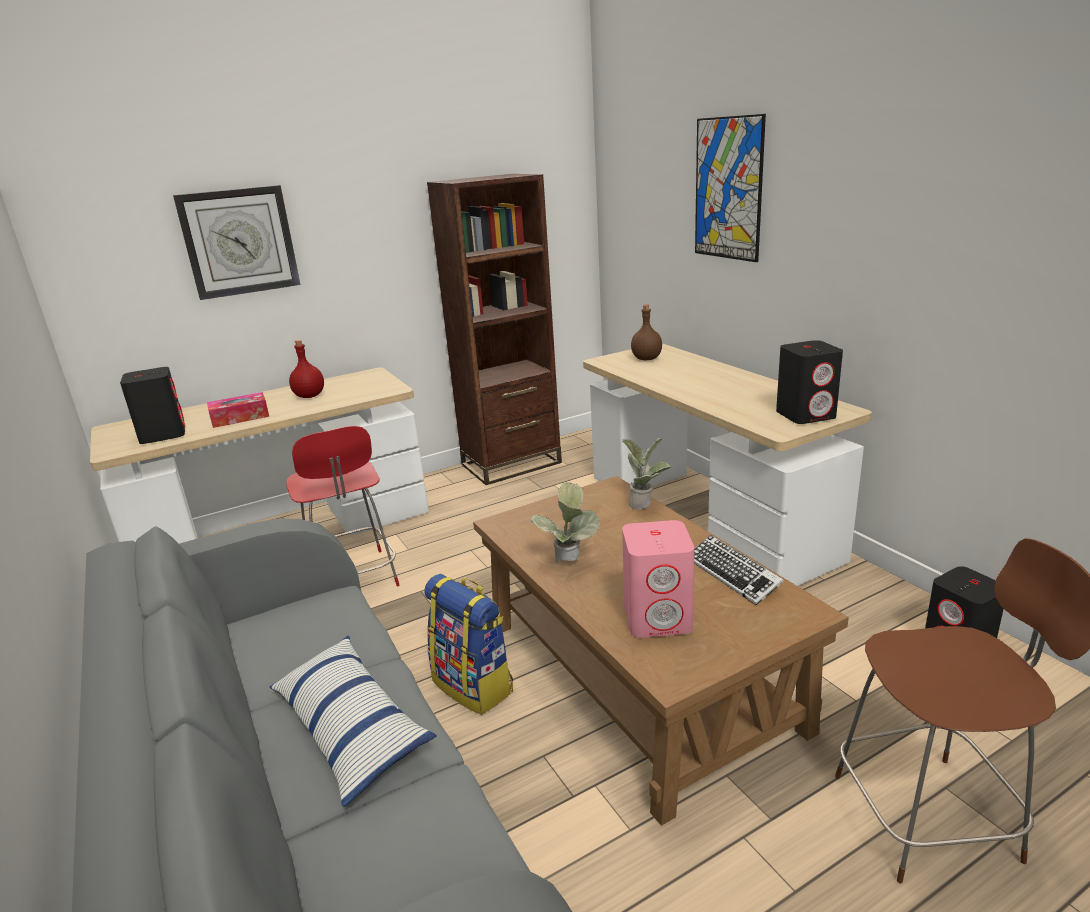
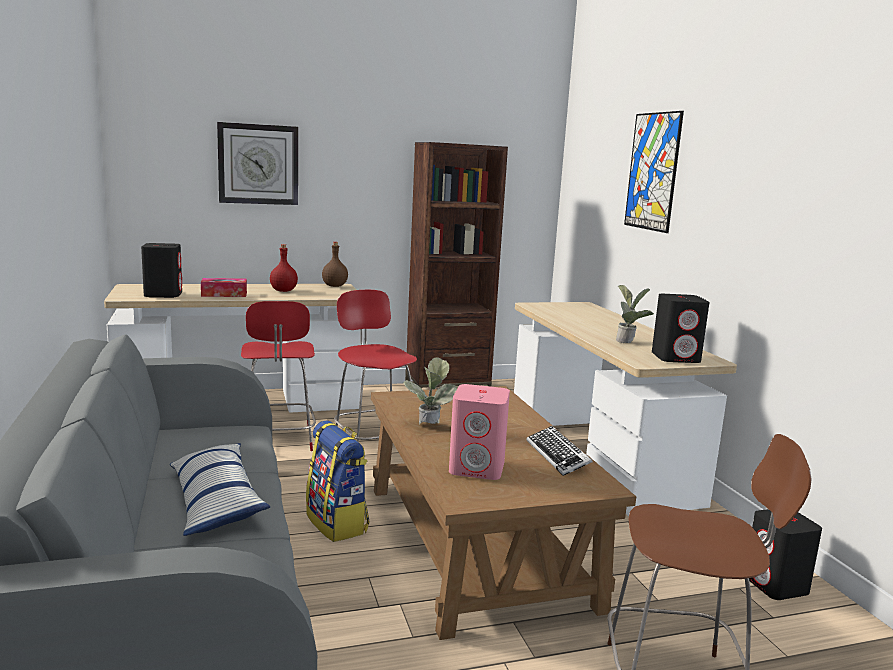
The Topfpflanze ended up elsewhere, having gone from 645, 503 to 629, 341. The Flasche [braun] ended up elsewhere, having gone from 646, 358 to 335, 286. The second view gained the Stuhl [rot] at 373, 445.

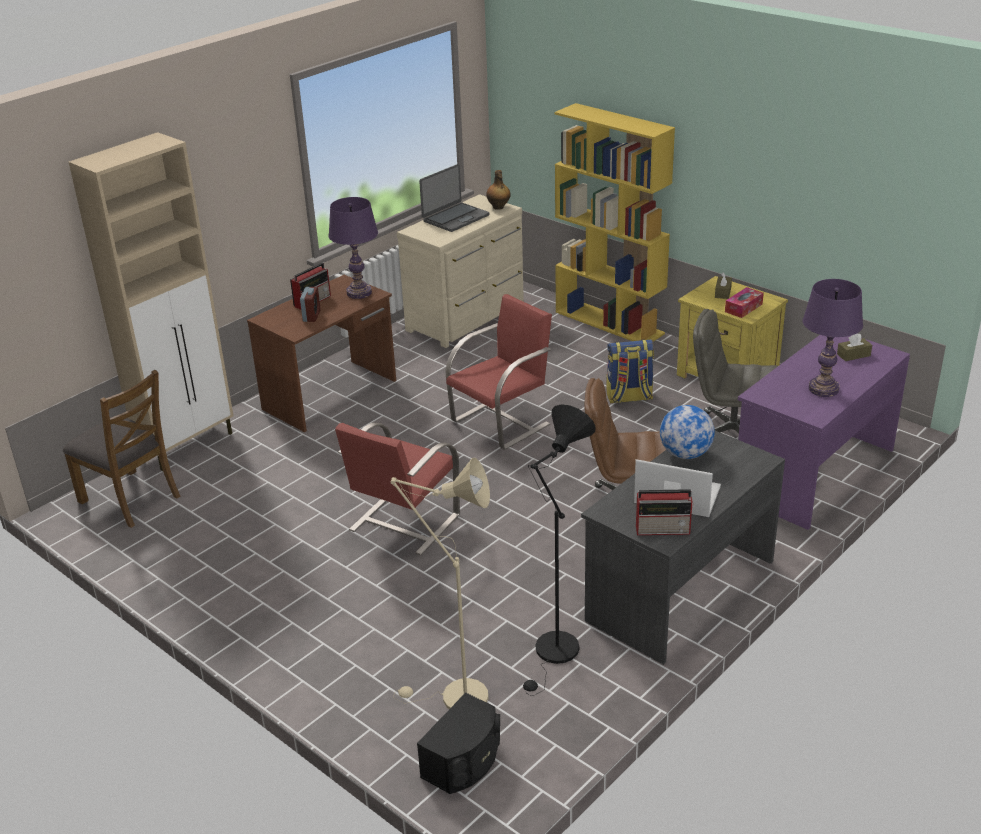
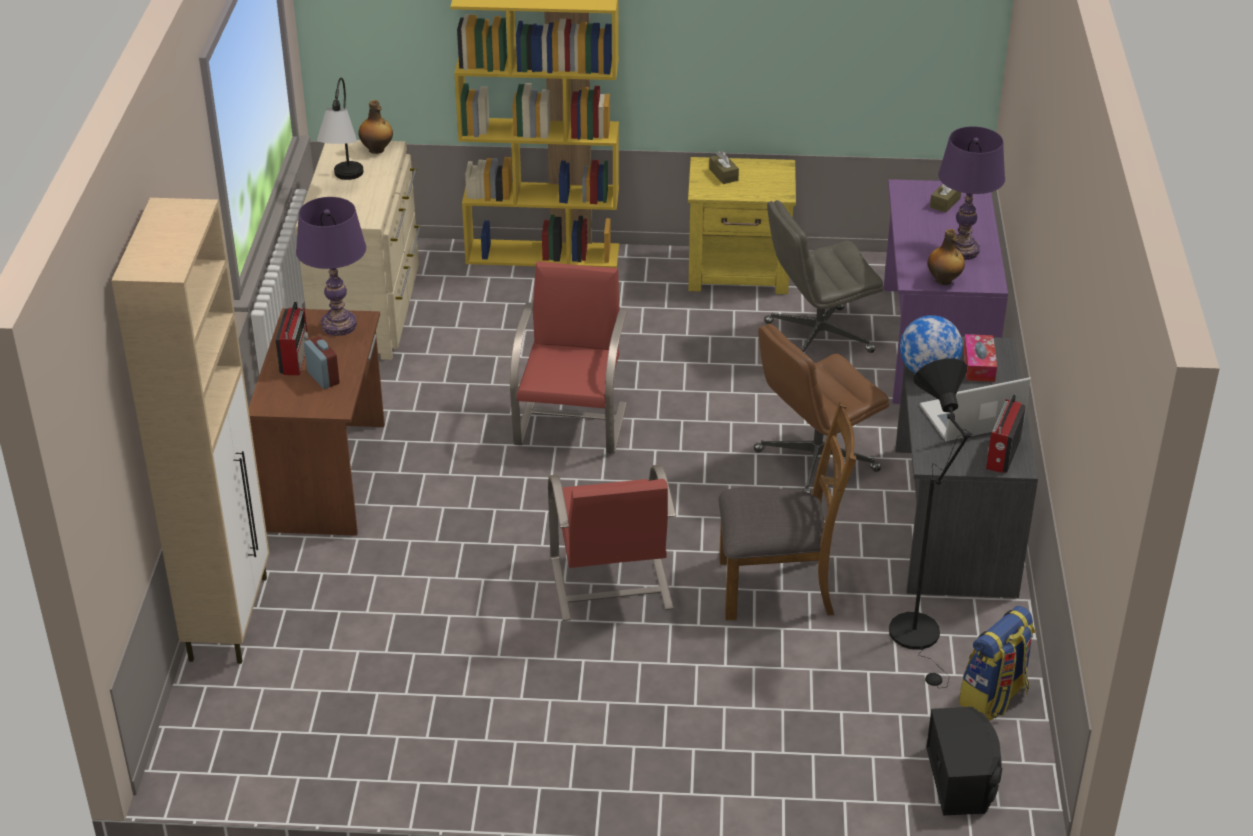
The Stuhl [braun] ended up elsewhere, having gone from 131, 498 to 777, 587. The second view lost the Stehlampe [beige] at 455, 697. Where the Laptop stood at 455, 218, the Tischlampe came to stand at 344, 182. The Rucksack ended up elsewhere, having gone from 629, 397 to 994, 698. The Radio at 664, 529 ended up facing another way, 150 degrees clockwise from before. The Taschentuchbox ended up elsewhere, having gone from 743, 308 to 979, 365. The second view gained the Flasche at 944, 280.

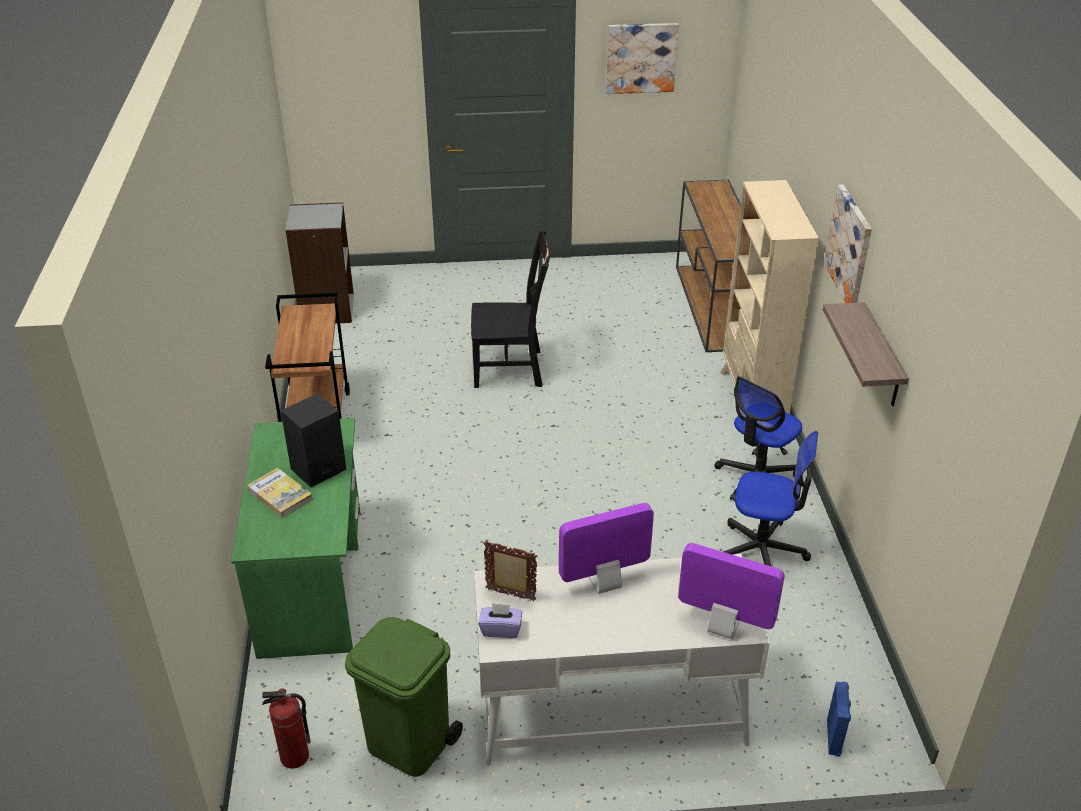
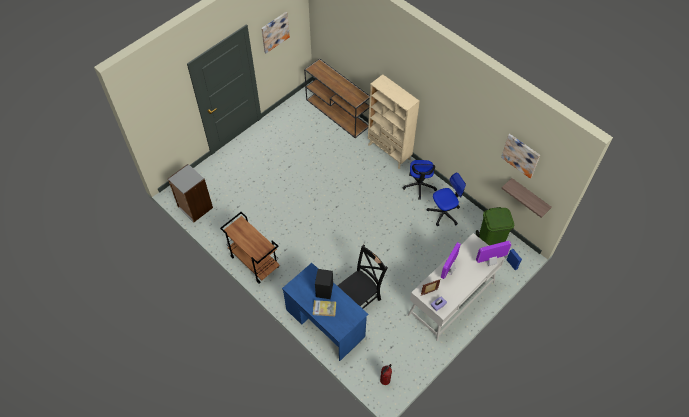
What was the Schreibtisch [grün] at 312, 581 turned into the Schreibtisch [blau] at 325, 323. The Mülleimer [grün] ended up elsewhere, having gone from 410, 744 to 490, 241. The Stuhl [schwarz] ended up elsewhere, having gone from 511, 369 to 360, 298. The Wandregal ended up elsewhere, having gone from 881, 357 to 529, 196. The Bild ended up elsewhere, having gone from 850, 247 to 521, 155.

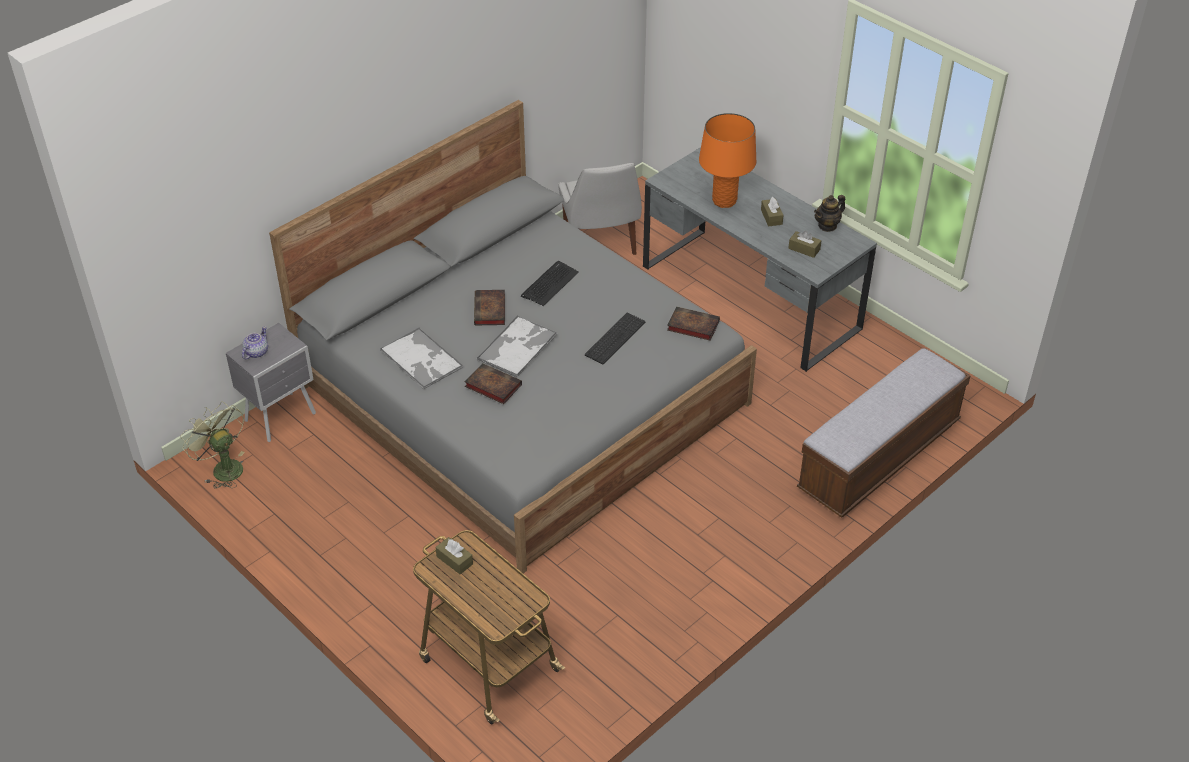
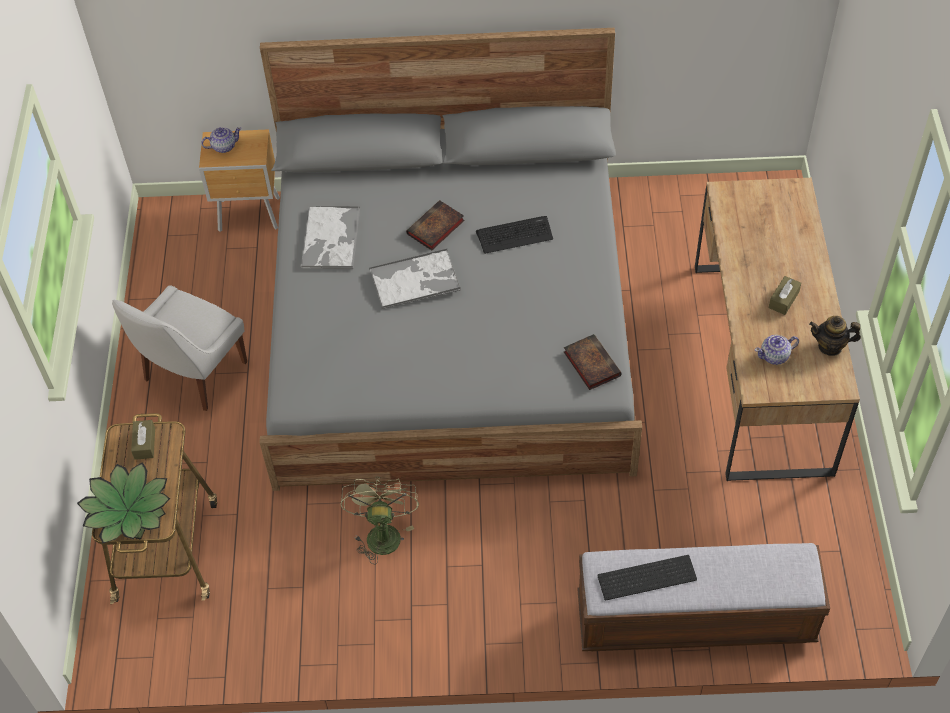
The Ventilator [grün] ended up elsewhere, having gone from 222, 468 to 382, 532. What was the Nachttisch [grau] at 282, 417 turned into the Nachttisch [braun] at 251, 215. The second view lost the Buch at 491, 386. The Stuhl [weiß] ended up elsewhere, having gone from 600, 244 to 193, 374. The Tastatur ended up elsewhere, having gone from 614, 337 to 647, 576. What was the Schreibtisch [grau] at 749, 297 turned into the Schreibtisch [braun] at 760, 366. The second view lost the Tischlampe [orange] at 724, 201. Where the Taschentuchbox [braun] stood at 804, 249, the Teekanne came to stand at 775, 356. The second view gained the Topfpflanze at 128, 510.

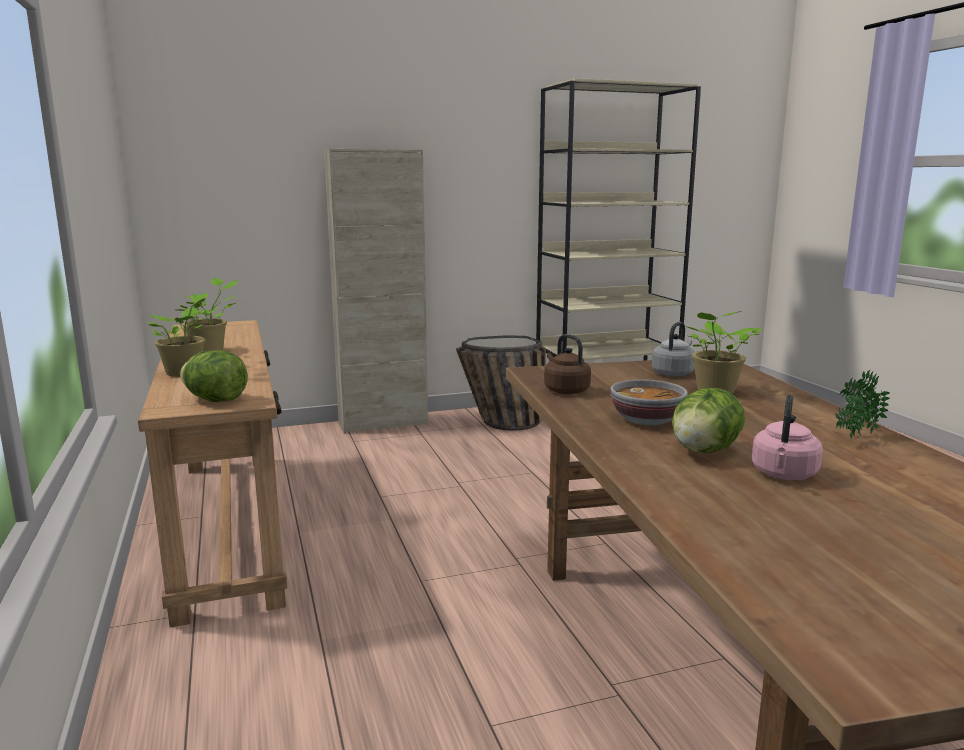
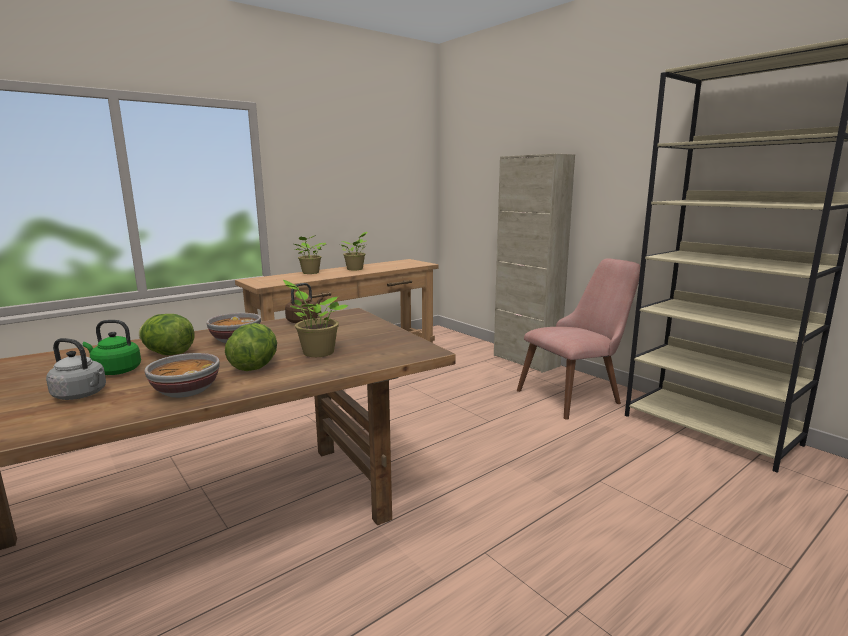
The Salatkopf ended up elsewhere, having gone from 215, 400 to 255, 366. Where the Korb stood at 500, 424, the Stuhl [rosa] came to stand at 577, 394. The Wasserkessel [grau] ended up elsewhere, having gone from 673, 373 to 82, 395. What was the Wasserkessel [rosa] at 783, 475 turned into the Wasserkessel [grün] at 115, 371. Where the Topfpflanze stood at 853, 438, the Schüssel came to stand at 185, 391.

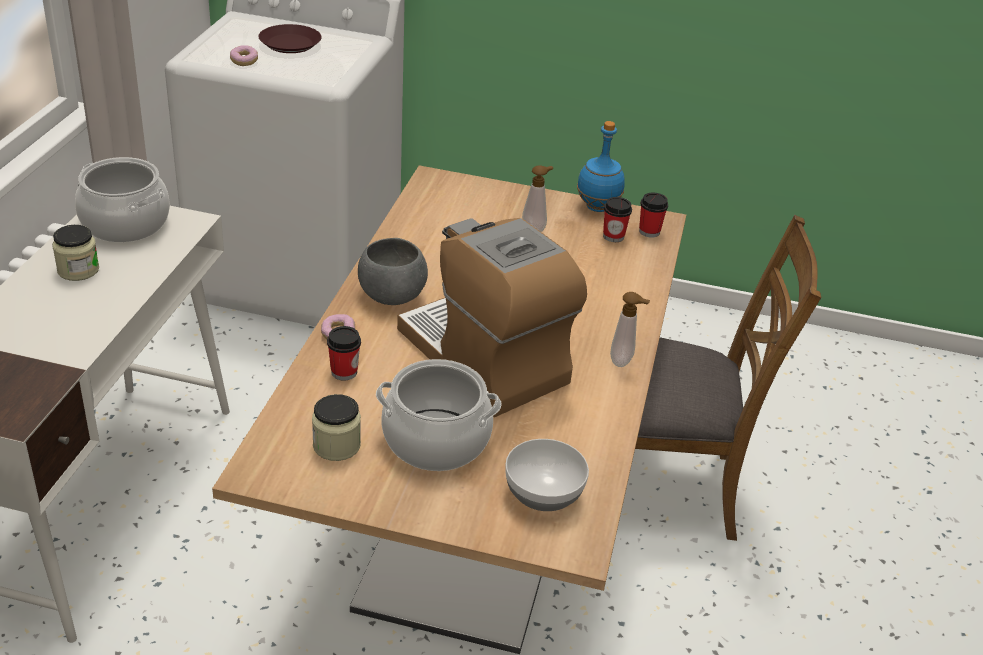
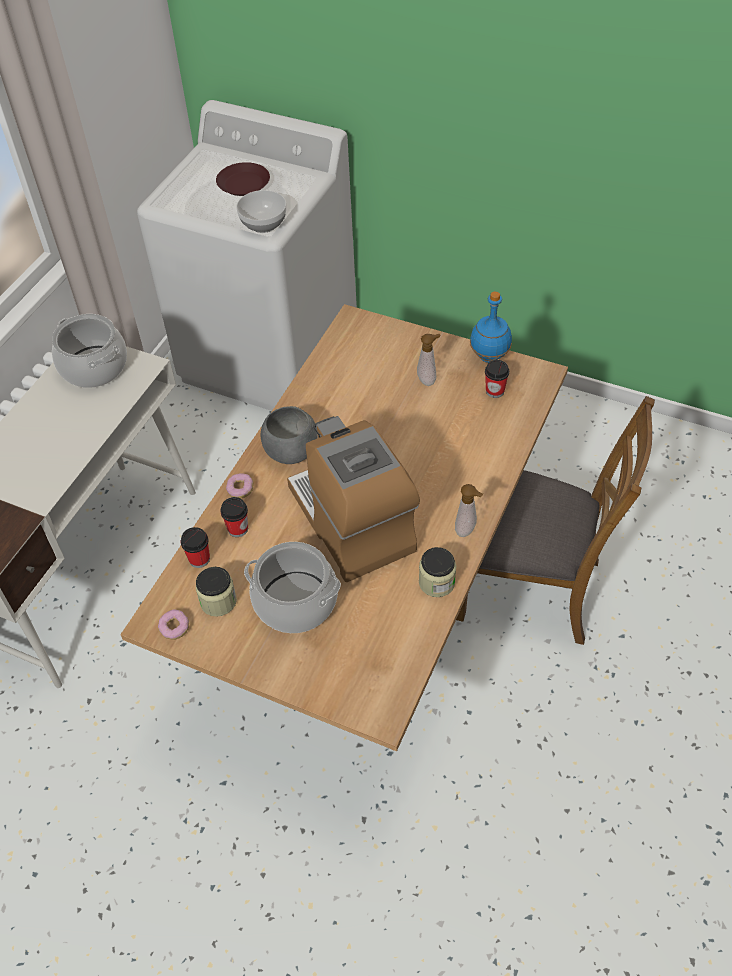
The Vorratsglas ended up elsewhere, having gone from 78, 270 to 436, 582. The Donut ended up elsewhere, having gone from 244, 61 to 174, 628. The Schüssel ended up elsewhere, having gone from 542, 494 to 263, 223. The Tasse ended up elsewhere, having gone from 649, 231 to 199, 559.

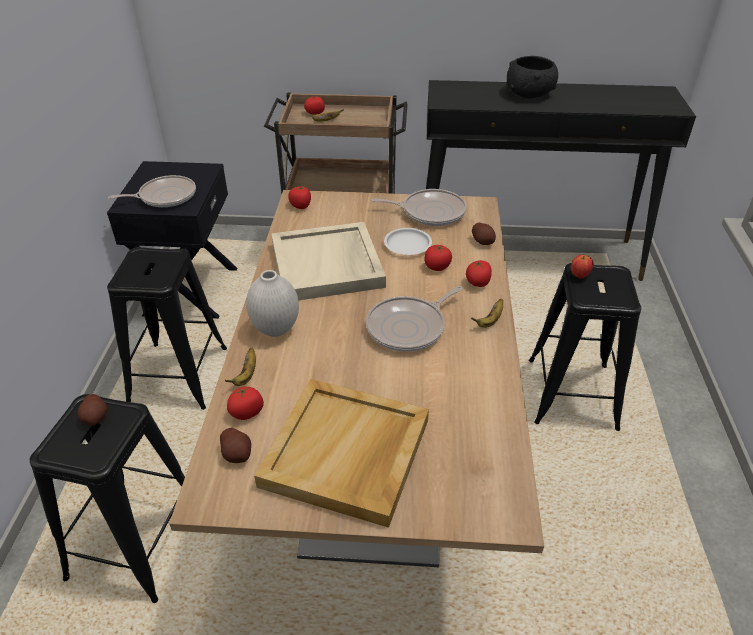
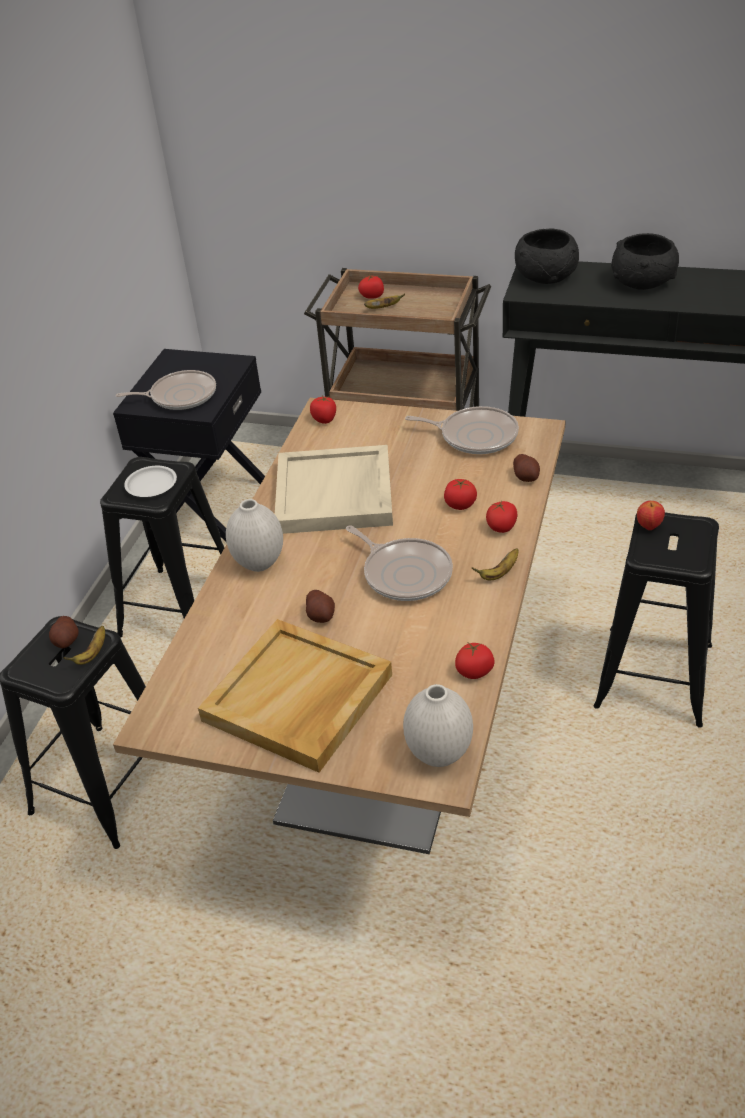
The Kartoffel ended up elsewhere, having gone from 237, 454 to 321, 615. The Banane ended up elsewhere, having gone from 246, 375 to 92, 654. The Tomate ended up elsewhere, having gone from 247, 412 to 474, 671. The Pfanne at 409, 327 ended up facing another way, 105 degrees counterclockwise from before. The Teller [weiß] ended up elsewhere, having gone from 408, 245 to 152, 485. The second view gained the Vase [weiß] at 438, 754. The second view gained the Schüssel [schwarz] at 546, 276.

